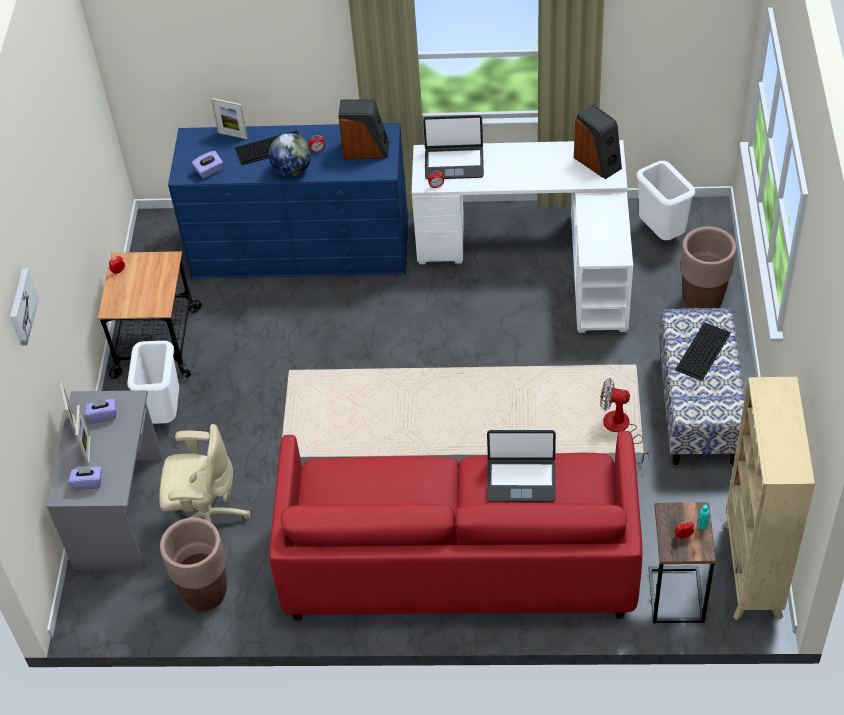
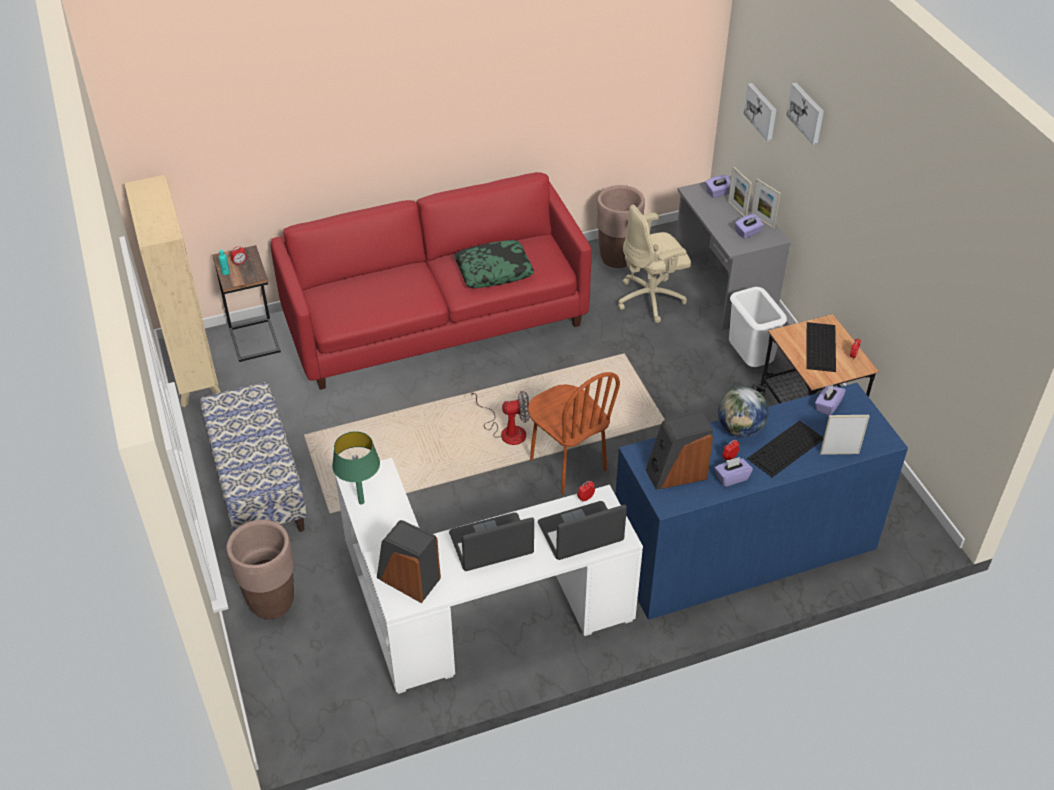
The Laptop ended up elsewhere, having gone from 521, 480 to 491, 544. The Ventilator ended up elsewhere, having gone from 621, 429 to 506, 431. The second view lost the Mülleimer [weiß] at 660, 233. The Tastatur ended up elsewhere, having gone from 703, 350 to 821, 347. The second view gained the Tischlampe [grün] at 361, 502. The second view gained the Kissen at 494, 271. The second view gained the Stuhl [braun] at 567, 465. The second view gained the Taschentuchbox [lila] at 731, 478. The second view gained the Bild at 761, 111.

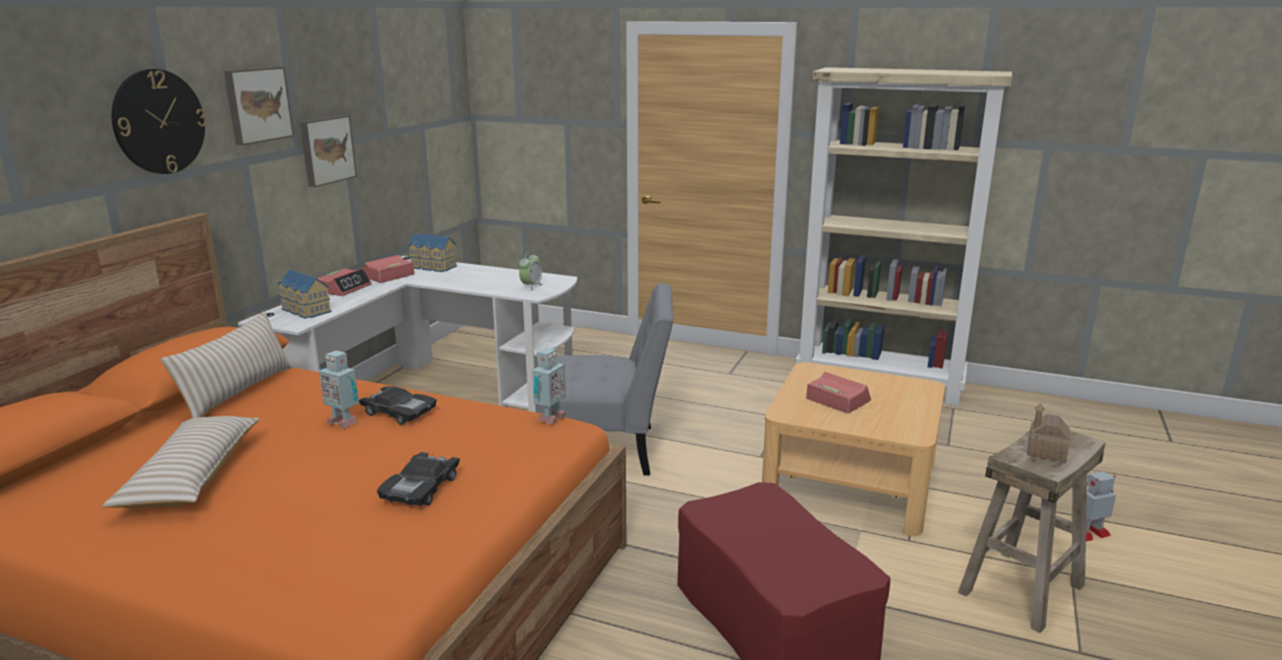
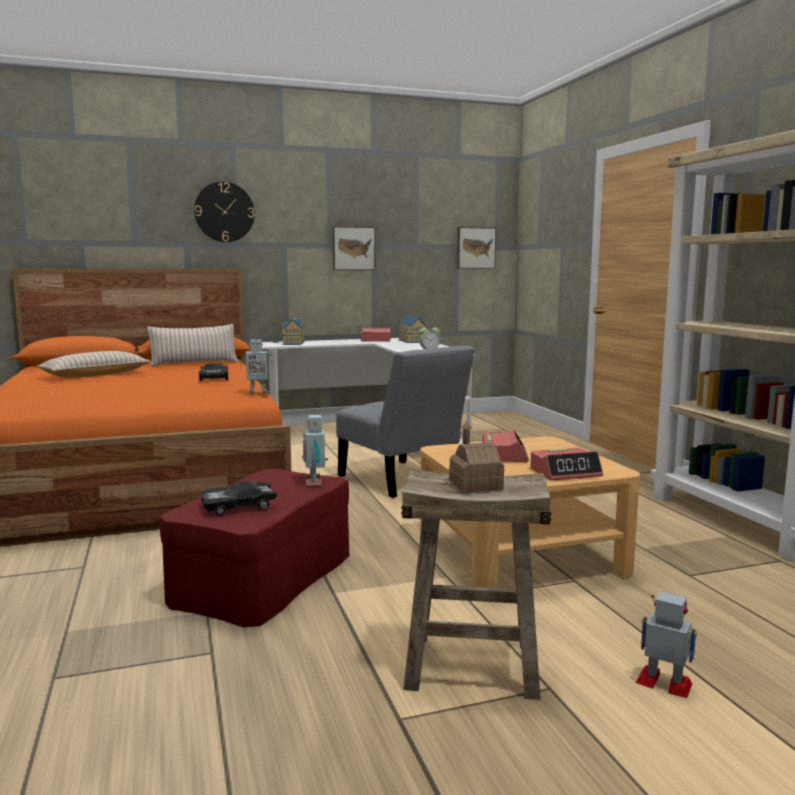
The Bild ended up elsewhere, having gone from 257, 104 to 475, 248. The Wecker ended up elsewhere, having gone from 344, 288 to 565, 473. The Spielzeugroboter ended up elsewhere, having gone from 343, 422 to 315, 482. The Spielzeugauto [schwarz] ended up elsewhere, having gone from 421, 488 to 238, 506.

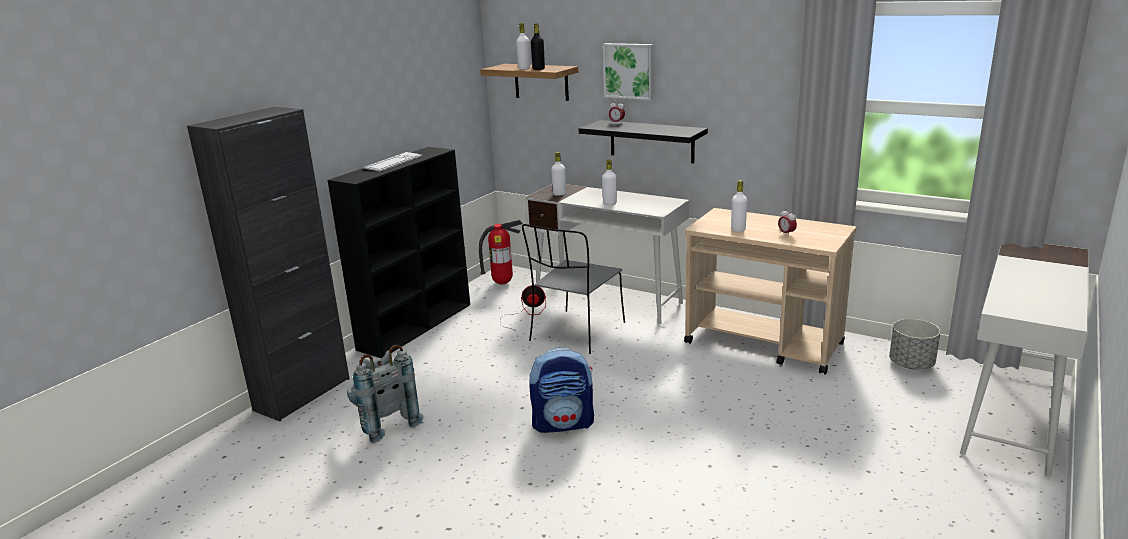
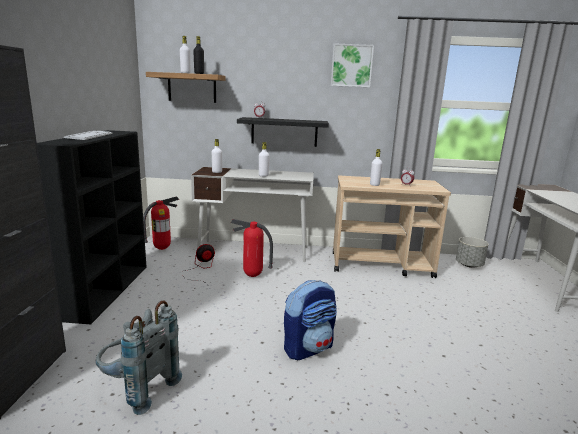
Where the Stuhl [grau] stood at 576, 333, the Feuerlöscher came to stand at 252, 276. The Bild ended up elsewhere, having gone from 629, 70 to 351, 65.

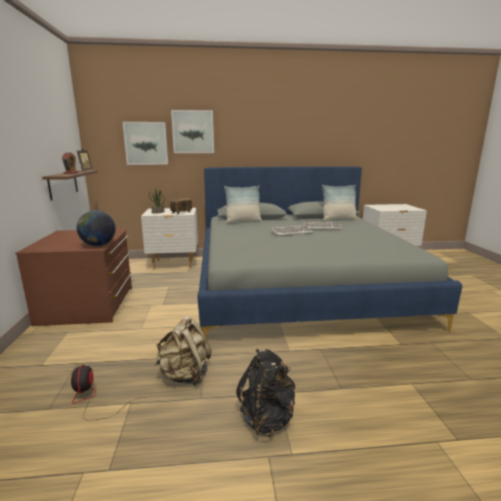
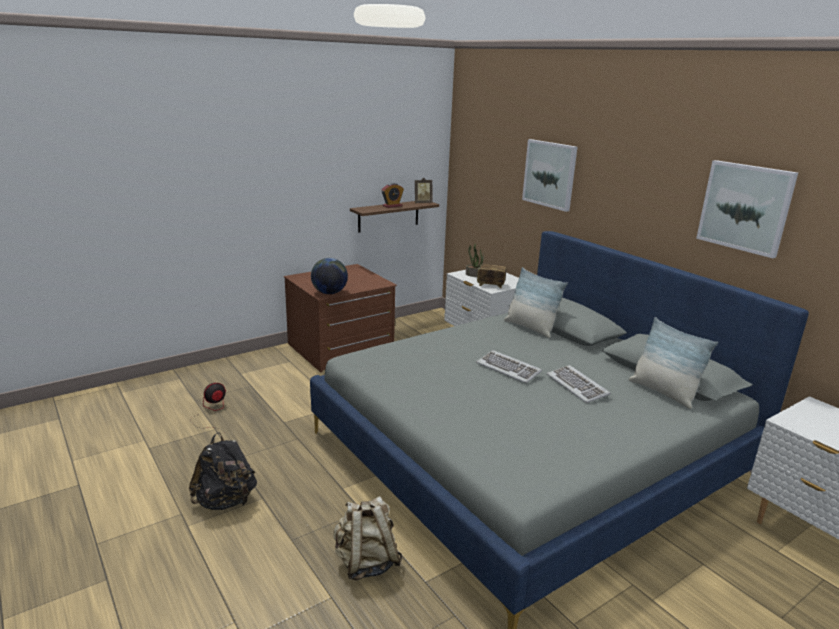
The Bild ended up elsewhere, having gone from 146, 143 to 745, 207. The Rucksack [beige] ended up elsewhere, having gone from 185, 375 to 366, 562.

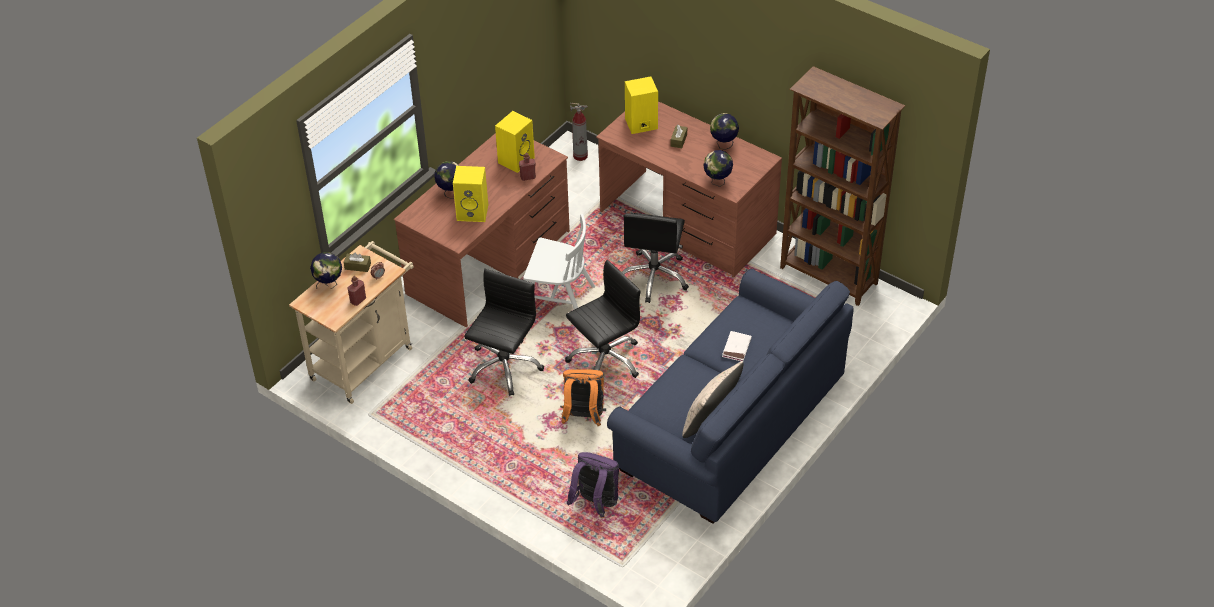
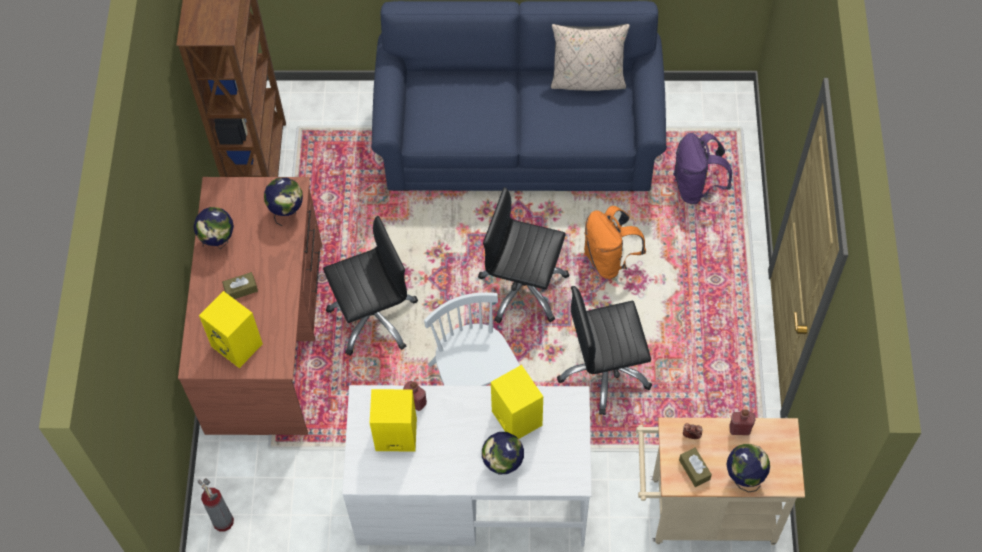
What was the Schreibtisch [braun] at 489, 262 turned into the Schreibtisch [weiß] at 470, 493. The second view lost the Buch [weiß] at 736, 347.

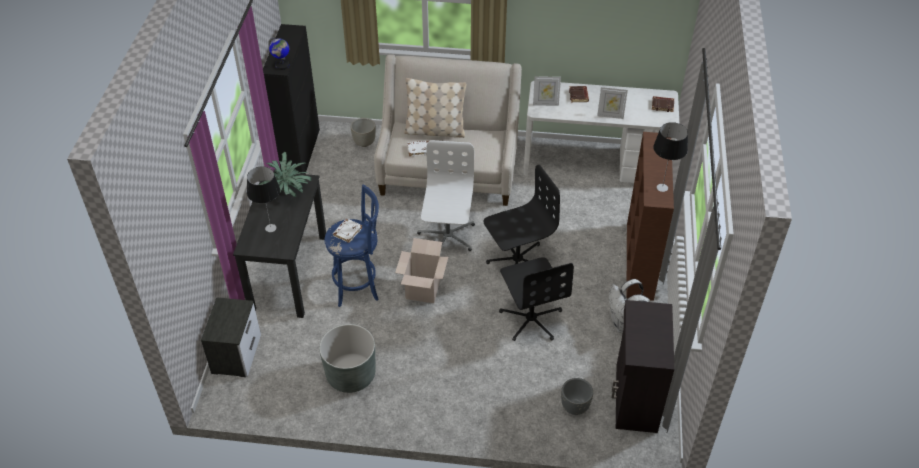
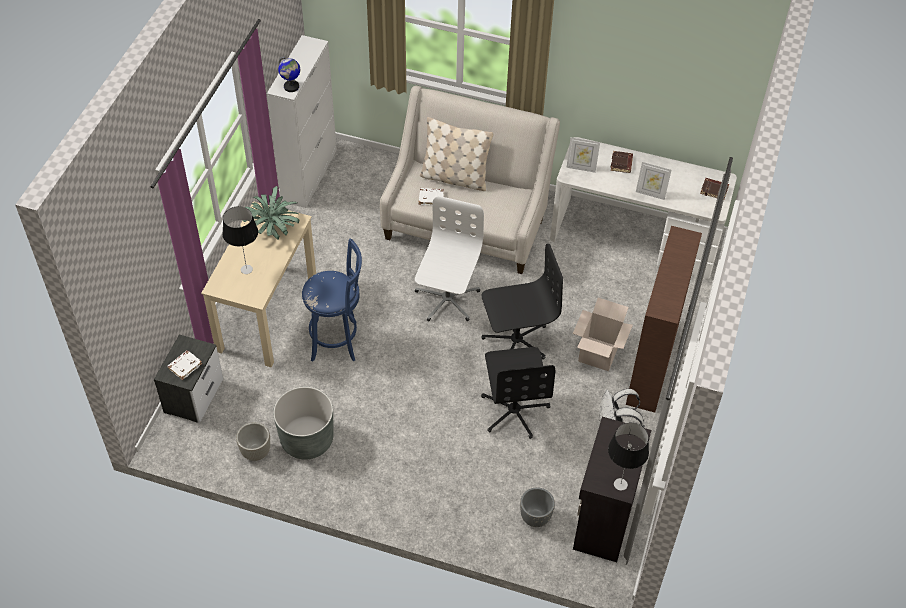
What was the Schreibtisch [schwarz] at 289, 272 turned into the Schreibtisch [beige] at 267, 313. What was the Schrank [schwarz] at 300, 153 turned into the Schrank [weiß] at 309, 175. The Buch [weiß] ended up elsewhere, having gone from 347, 232 to 185, 366. The Pflanzkübel [grau] ended up elsewhere, having gone from 364, 142 to 256, 452. The Karton ended up elsewhere, having gone from 423, 289 to 598, 354. The Tischlampe ended up elsewhere, having gone from 662, 187 to 620, 484.

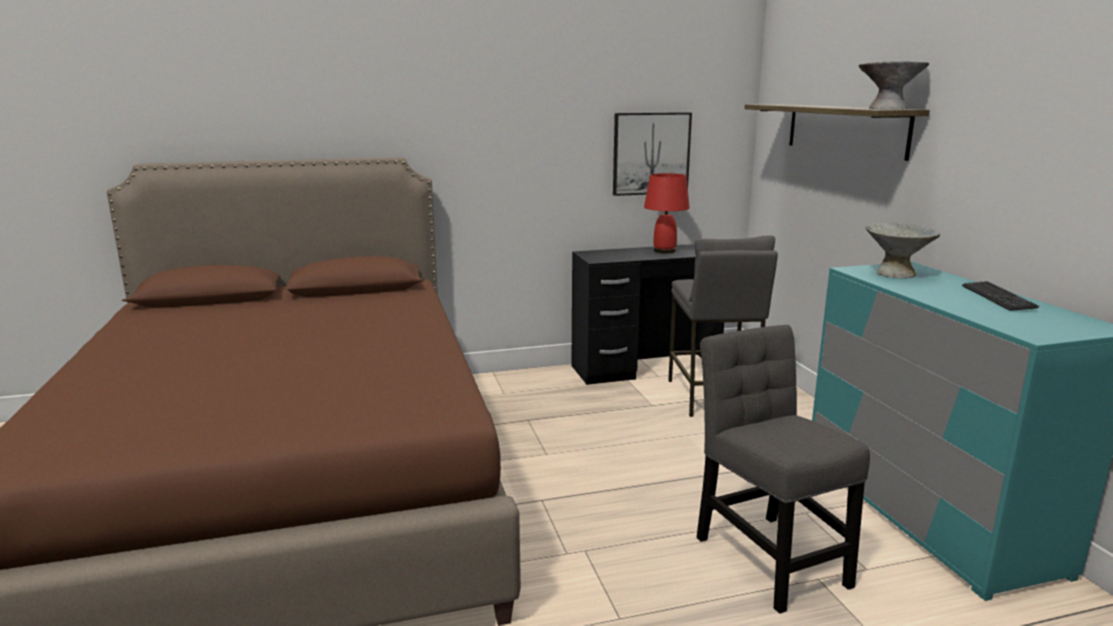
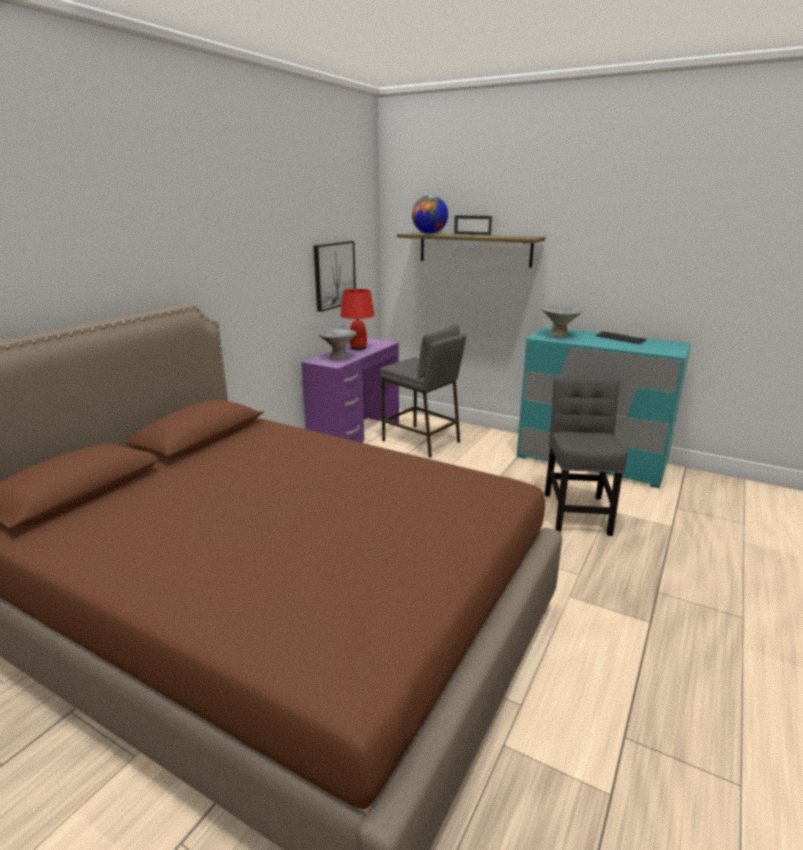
What was the Schreibtisch [schwarz] at 645, 368 turned into the Schreibtisch [lila] at 355, 437. The Stuhl [grau] at 767, 555 ended up facing another way, 75 degrees clockwise from before. The Schüssel [grau] ended up elsewhere, having gone from 887, 108 to 339, 357. The second view gained the Globus at 429, 233. The second view gained the Bilderrahmen at 472, 234.

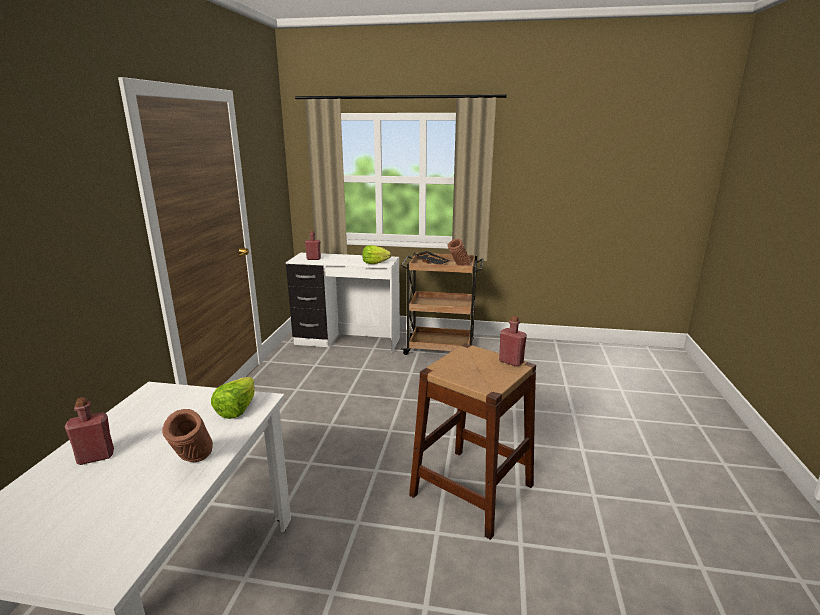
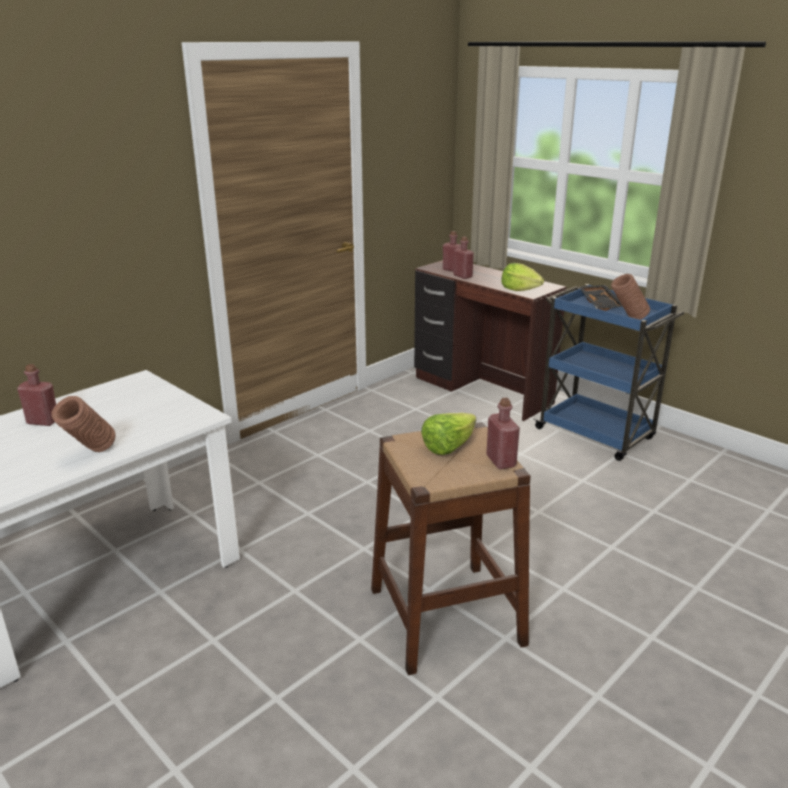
The Salatkopf ended up elsewhere, having gone from 237, 409 to 448, 447. What was the Schreibtisch [weiß] at 347, 341 turned into the Schreibtisch [braun] at 481, 391. What was the Rollwagen [braun] at 441, 348 turned into the Rollwagen [blau] at 596, 434. The second view gained the Flasche [rot] at 462, 276.

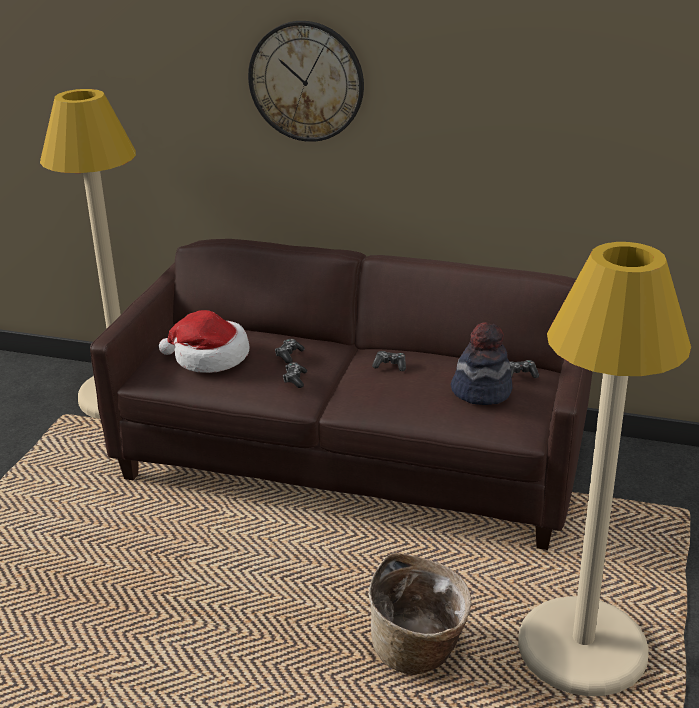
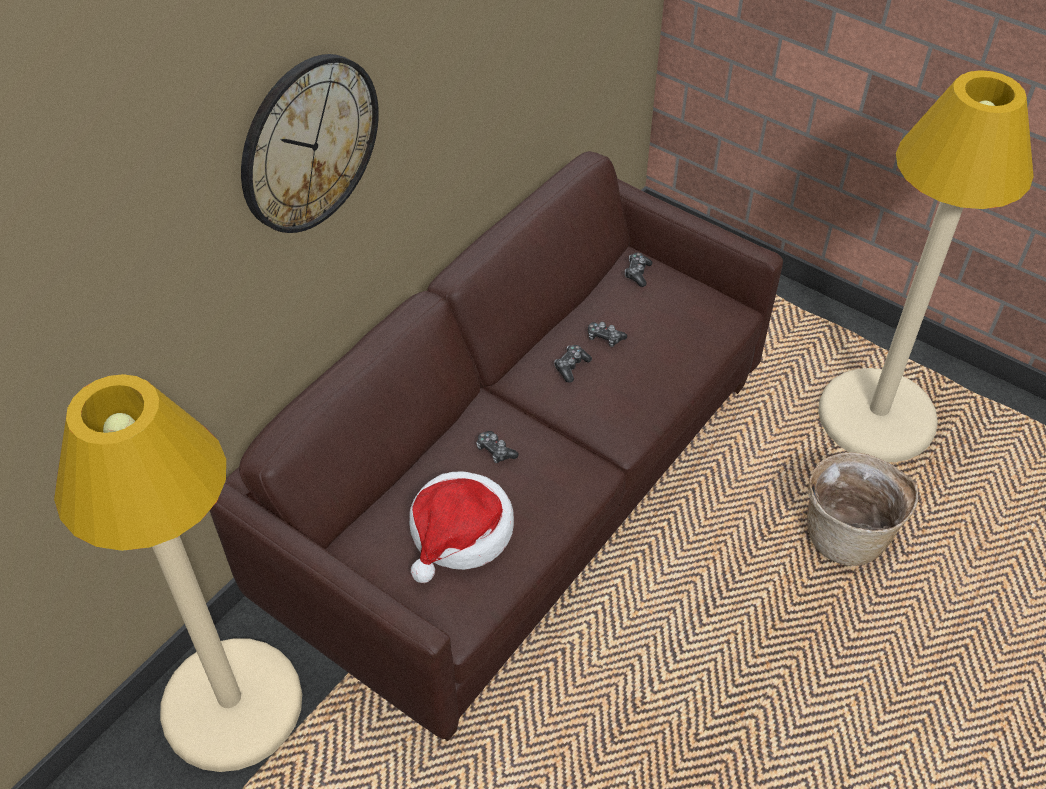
The Gamepad ended up elsewhere, having gone from 295, 379 to 604, 338. The second view lost the Hut at 481, 391.

